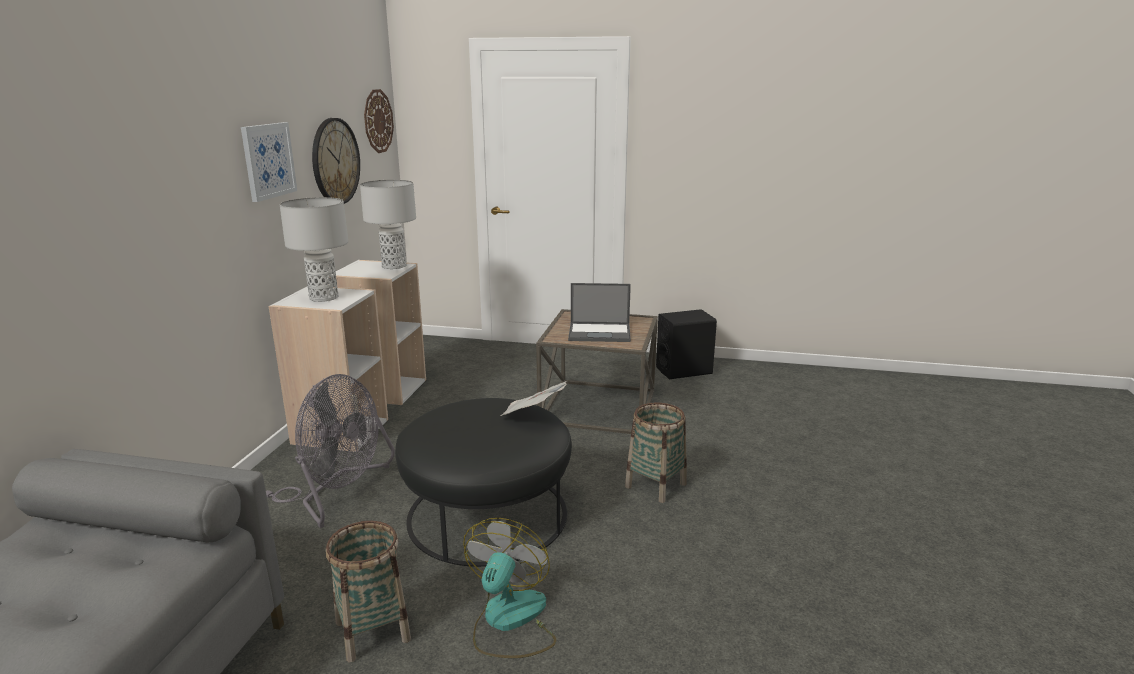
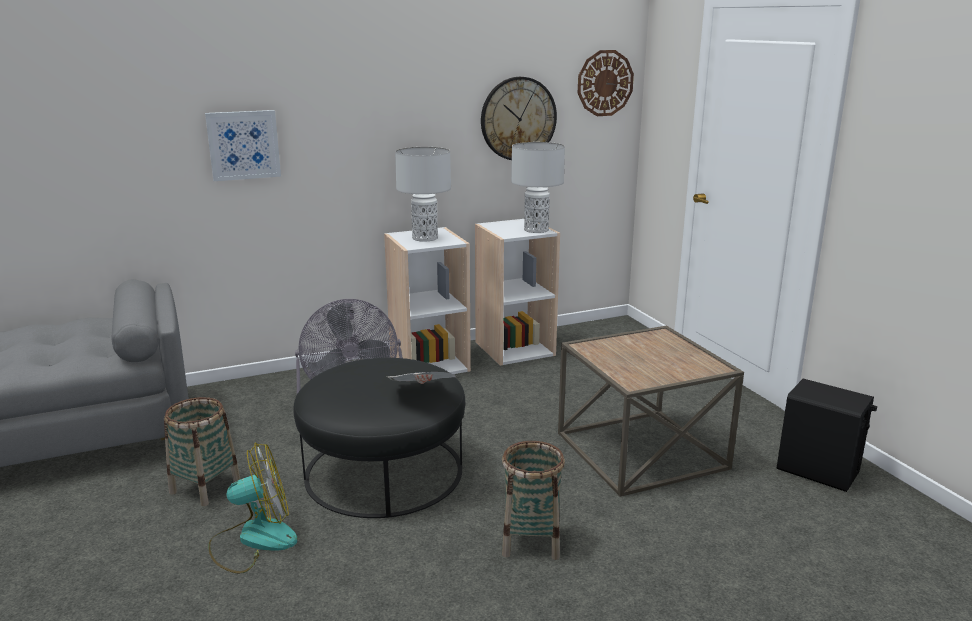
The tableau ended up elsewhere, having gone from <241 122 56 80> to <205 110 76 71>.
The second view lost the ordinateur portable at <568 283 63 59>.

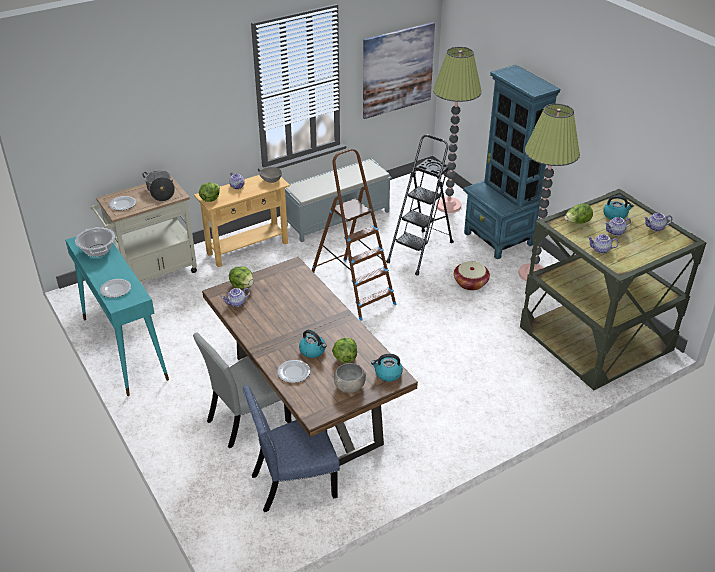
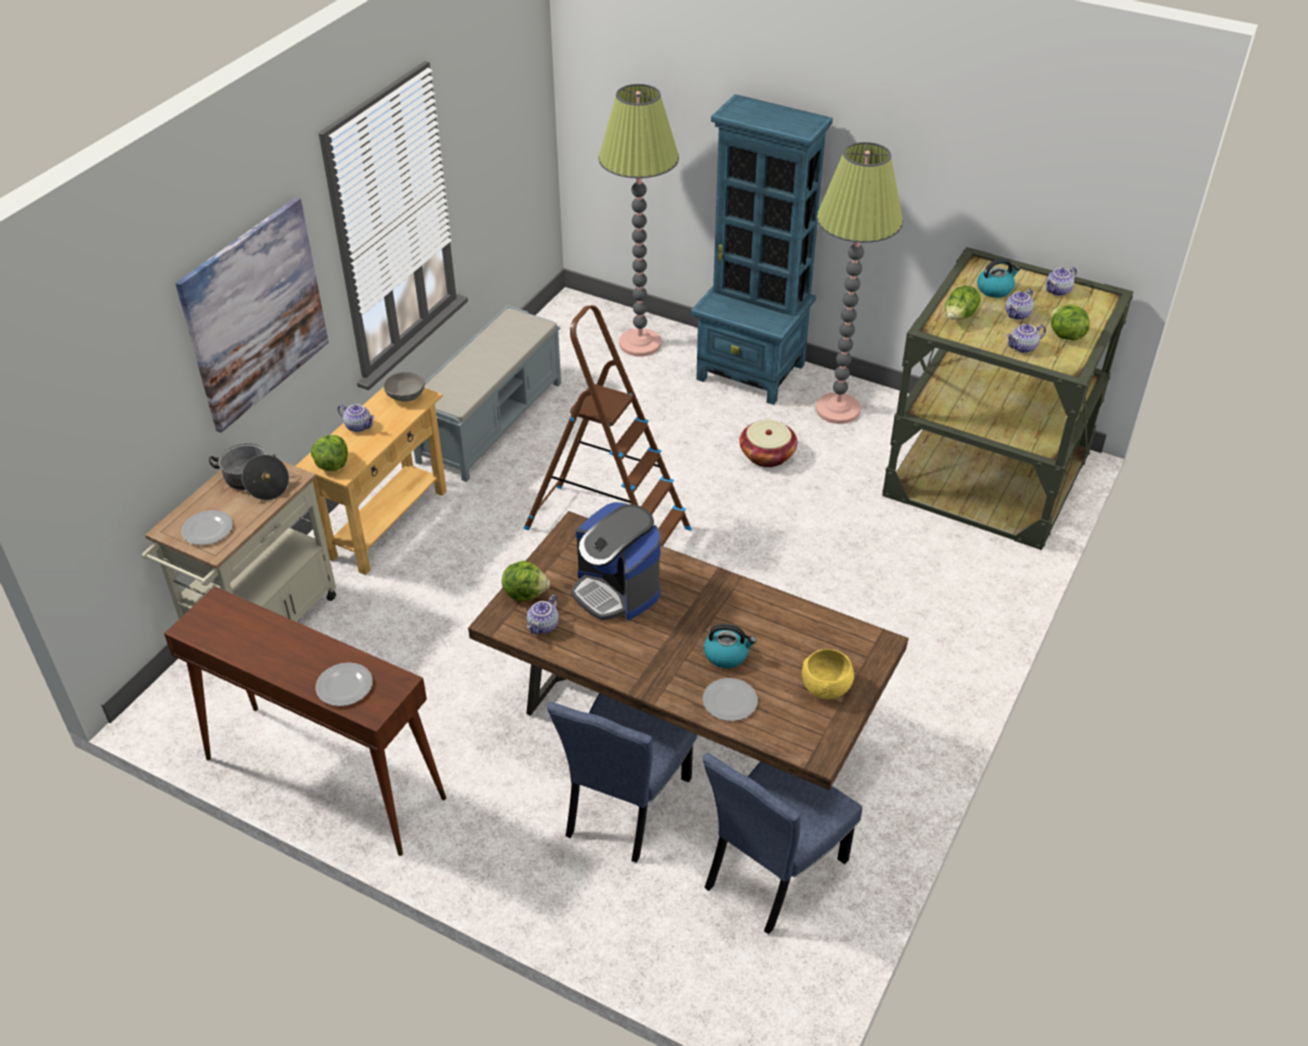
What was the table console [turquoise] at <65 236 104 160> turned into the table console [marron] at <164 586 282 270>.
The second view lost the marmite at <75 227 40 30>.
What was the chaise [gris] at <193 332 99 116> turned into the chaise [bleu] at <547 693 151 170>.
The laitue ended up elsewhere, having gone from <332 337 25 26> to <1051 305 39 36>.
What was the bol [gris] at <334 363 32 30> turned into the bol [jaune] at <802 649 52 50>.
The tableau ended up elsewhere, having gone from <363 22 72 97> to <175 197 154 236>.
The second view lost the bouilloire at <371 354 32 28>.
The second view lost the escabeau at <386 134 68 141>.
The second view gained the machine à café at <571 502 90 119>.

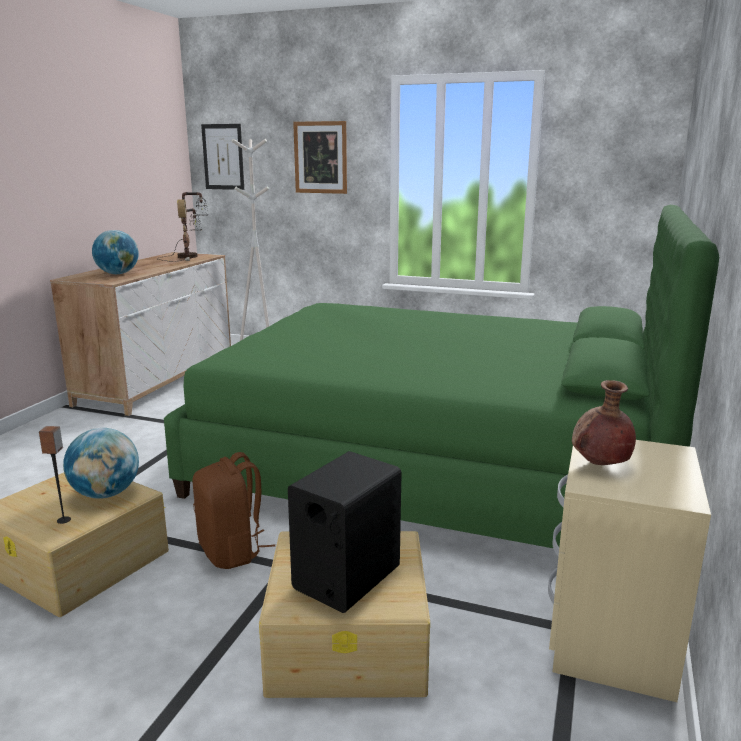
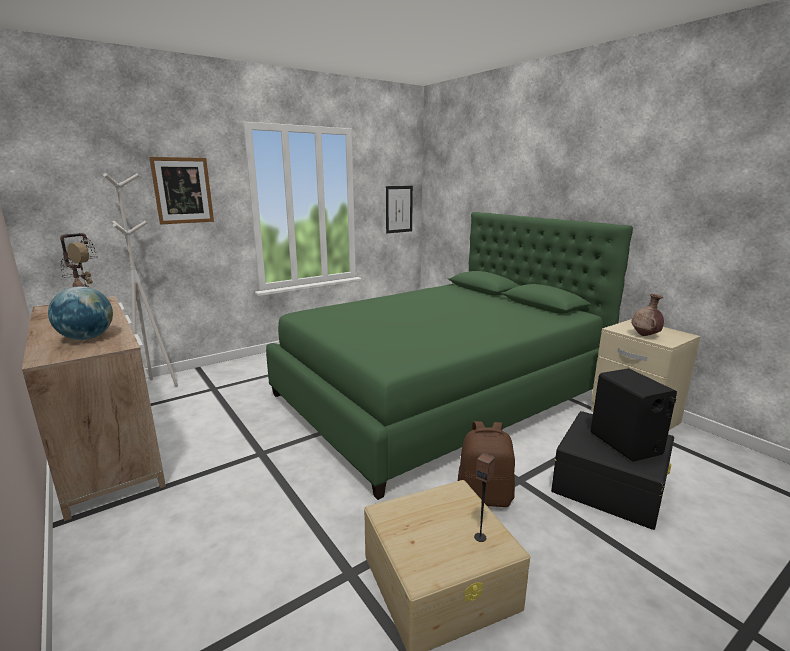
The second view lost the globe at <63 428 76 71>.
The tableau ended up elsewhere, having gone from <201 124 43 66> to <386 186 27 47>.
What was the boîte de rangement [beige] at <259 531 171 167> turned into the boîte de rangement [noir] at <551 411 123 119>.

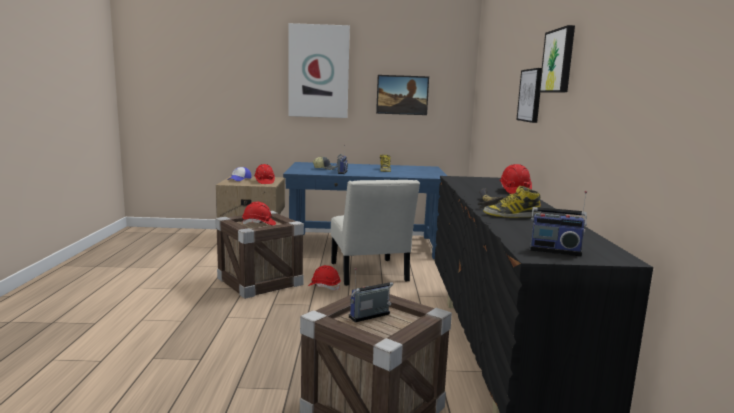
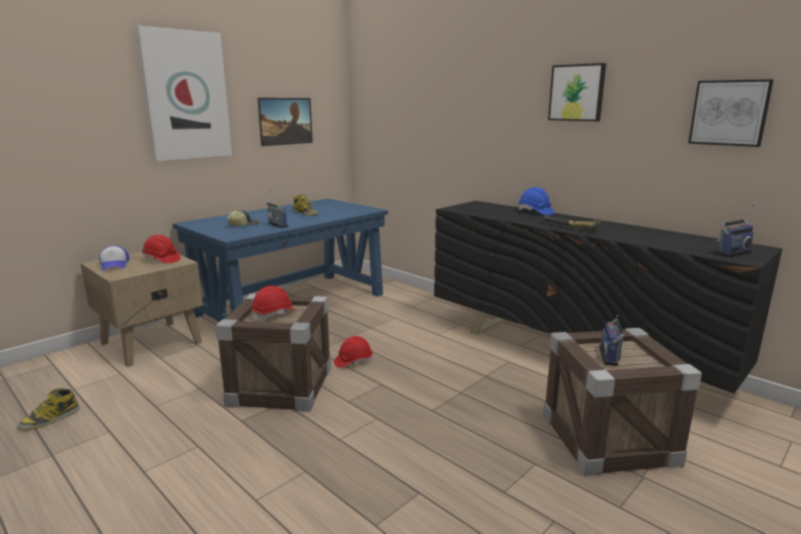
The second view lost the chaise [blanc] at <331 180 89 106>.
The botte ended up elsewhere, having gone from <483 186 58 32> to <17 388 63 42>.
What was the casque de chantier [rouge] at <500 164 32 30> turned into the casque de chantier [bleu] at <518 187 36 28>.
The tableau ended up elsewhere, having gone from <516 68 26 55> to <688 79 86 68>.

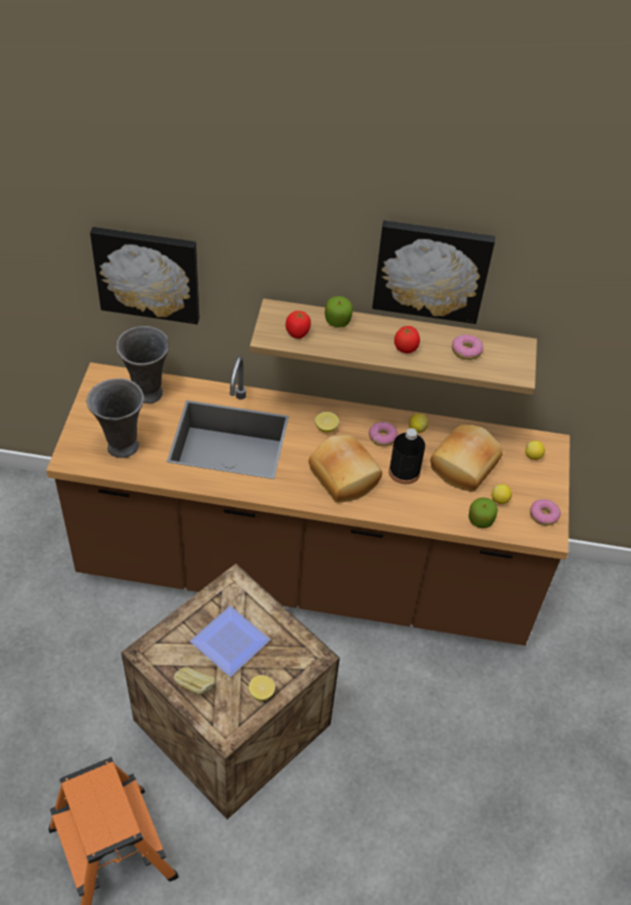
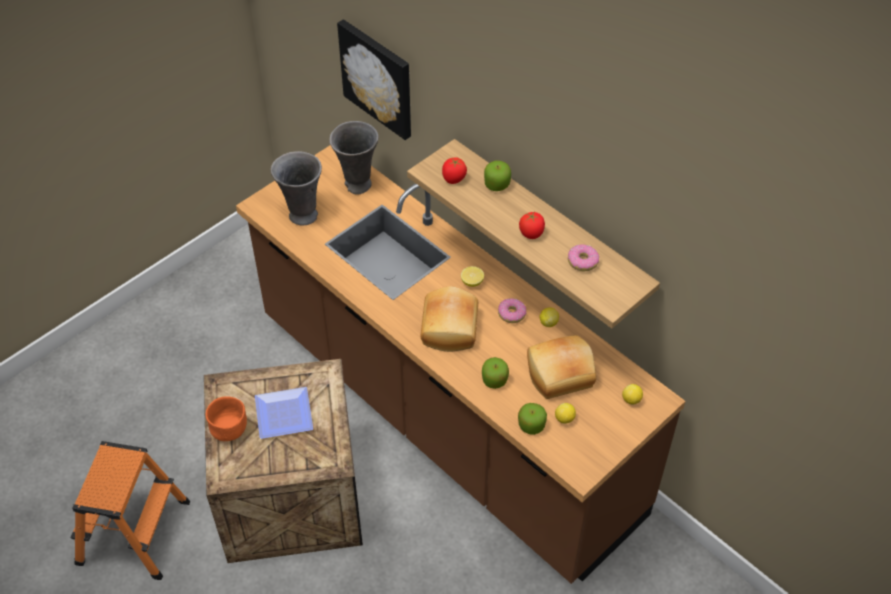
Where the pain stood at <173 667 43 28>, the bol [orange] came to stand at <206 396 41 45>.
The second view lost the citron at <249 675 26 26>.
The second view lost the tableau at <372 221 123 103>.
The second view lost the bouteille [noir] at <389 428 36 56>.
The second view lost the beignet at <530 499 31 27>.
The second view gained the pomme at <482 357 27 32>.

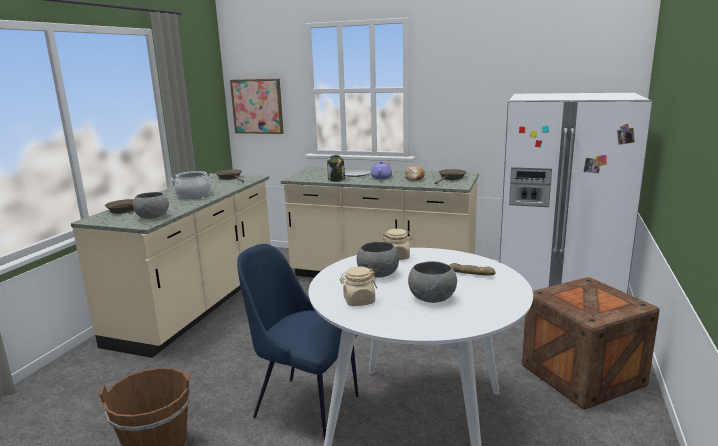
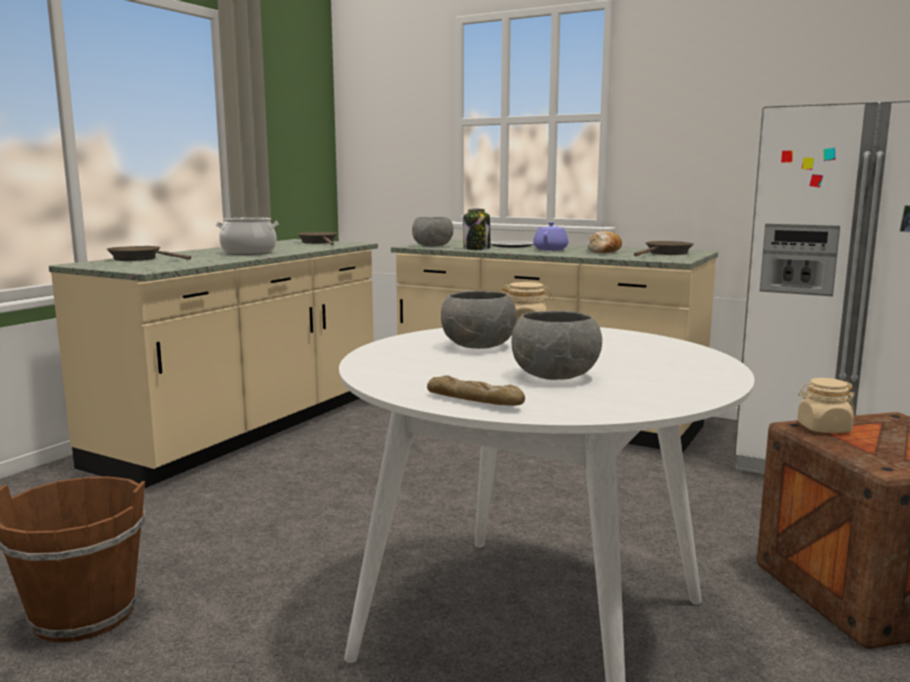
The bol [gris] ended up elsewhere, having gone from <133 192 36 27> to <412 217 42 30>.
The second view lost the tableau at <230 79 54 55>.
The second view lost the chaise [bleu] at <237 244 121 196>.
The bocal [beige] ended up elsewhere, having gone from <340 266 37 40> to <797 378 58 55>.
The pain ended up elsewhere, having gone from <449 263 46 13> to <427 375 98 31>.

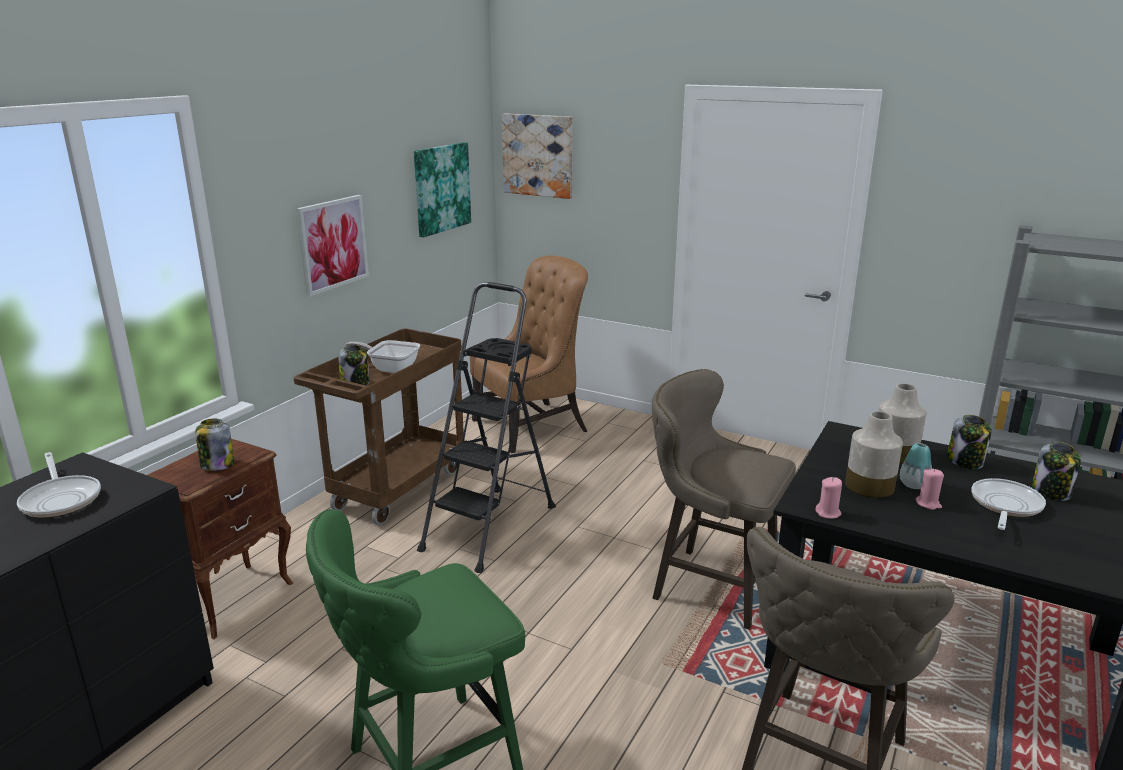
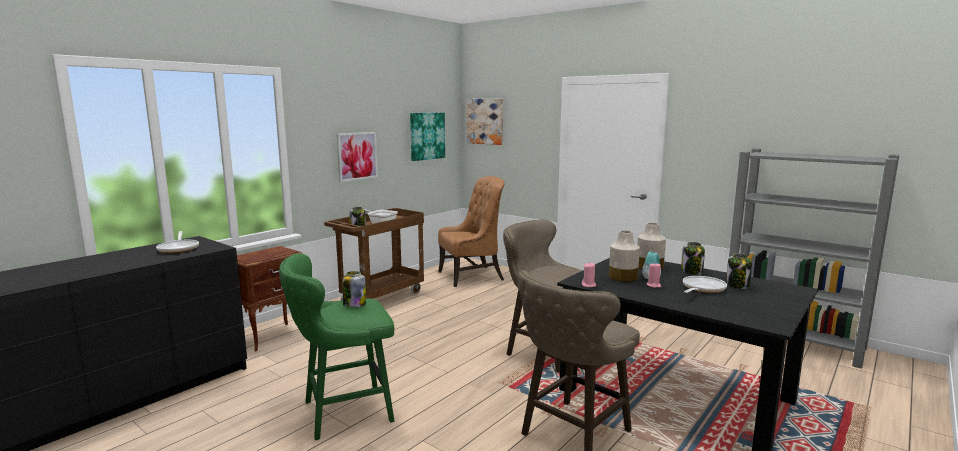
The bocal ended up elsewhere, having gone from <195 419 39 52> to <342 271 24 36>.
The second view lost the escabeau at <417 282 139 291>.

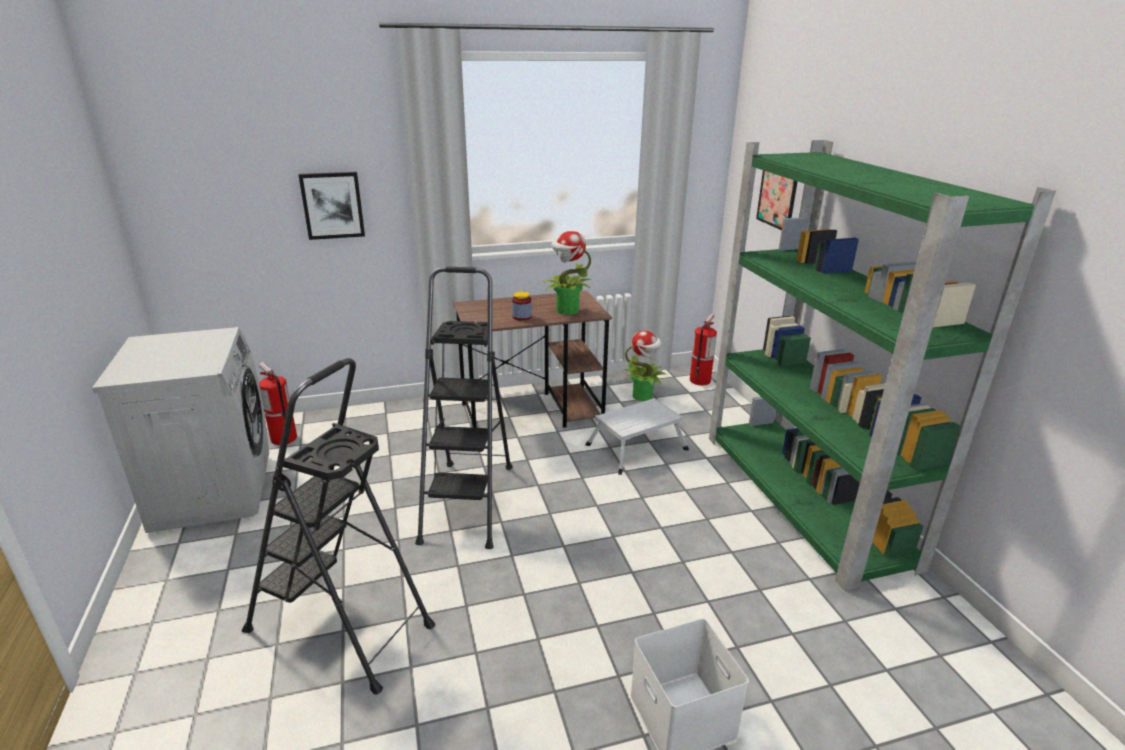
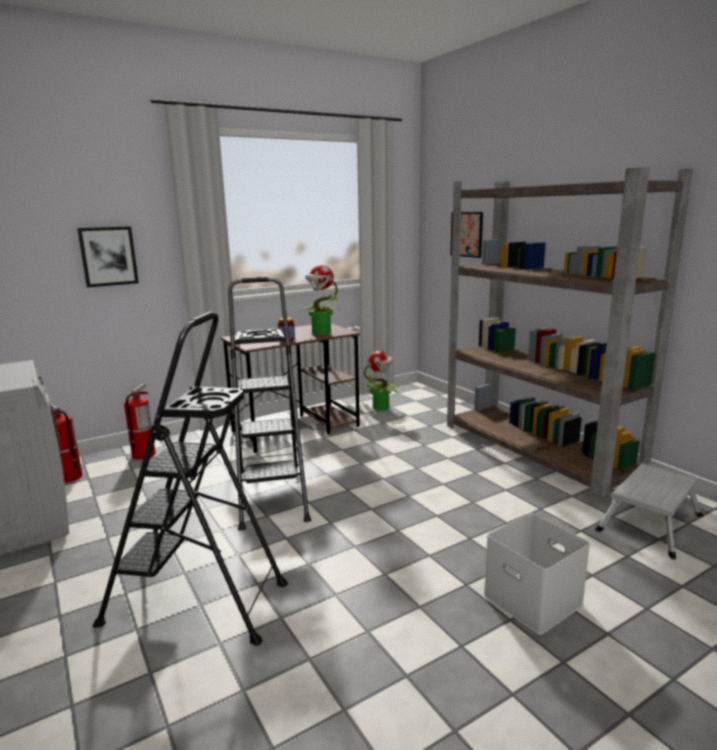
The escabeau [blanc] ended up elsewhere, having gone from <585 398 104 77> to <595 463 108 96>.
The extincteur ended up elsewhere, having gone from <690 314 27 72> to <124 383 31 77>.
What was the bibliothèque [vert] at <709 140 347 451> turned into the bibliothèque [marron] at <447 167 246 332>.

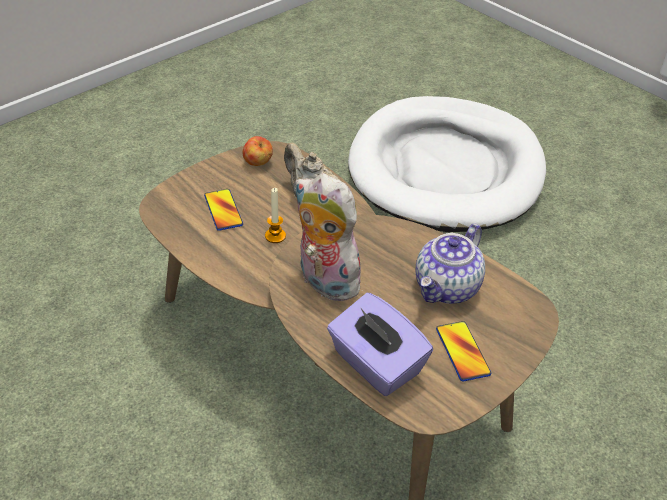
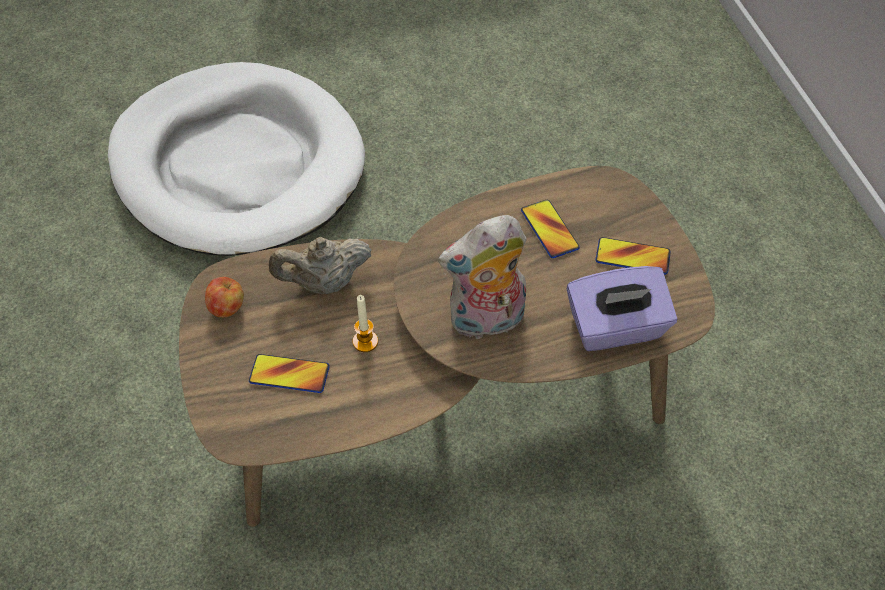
Where the théière stood at <416 223 69 81>, the téléphone came to stand at <521 200 59 58>.

